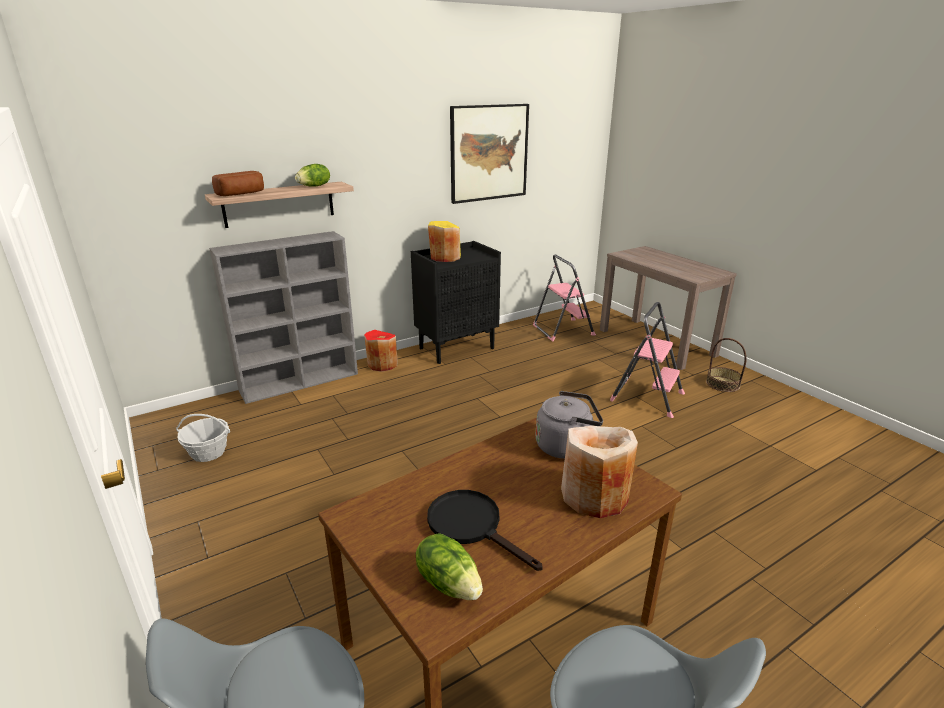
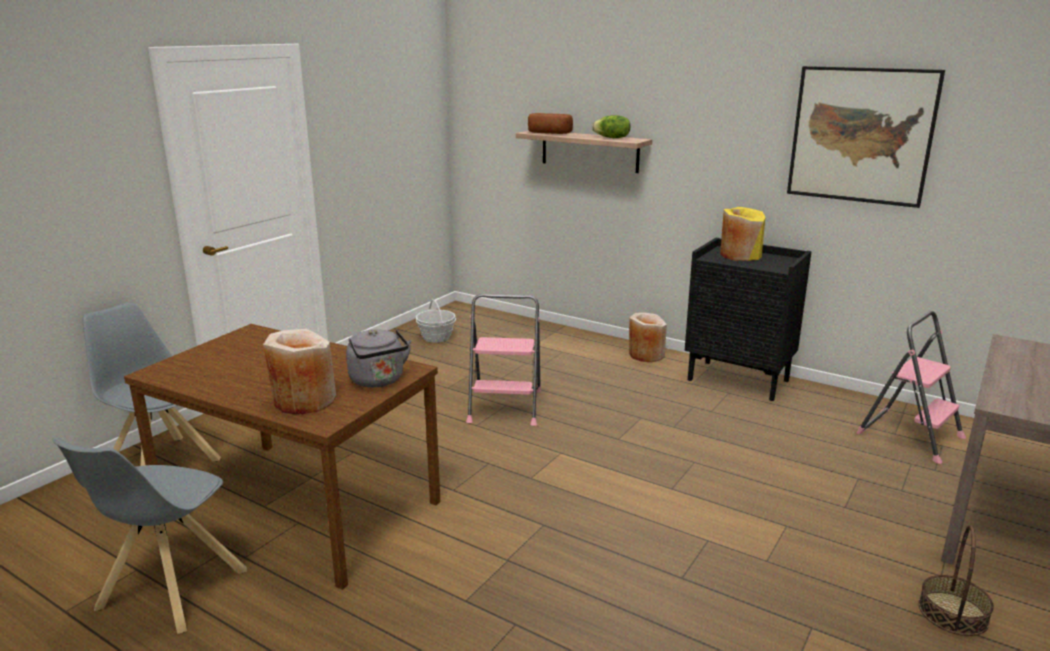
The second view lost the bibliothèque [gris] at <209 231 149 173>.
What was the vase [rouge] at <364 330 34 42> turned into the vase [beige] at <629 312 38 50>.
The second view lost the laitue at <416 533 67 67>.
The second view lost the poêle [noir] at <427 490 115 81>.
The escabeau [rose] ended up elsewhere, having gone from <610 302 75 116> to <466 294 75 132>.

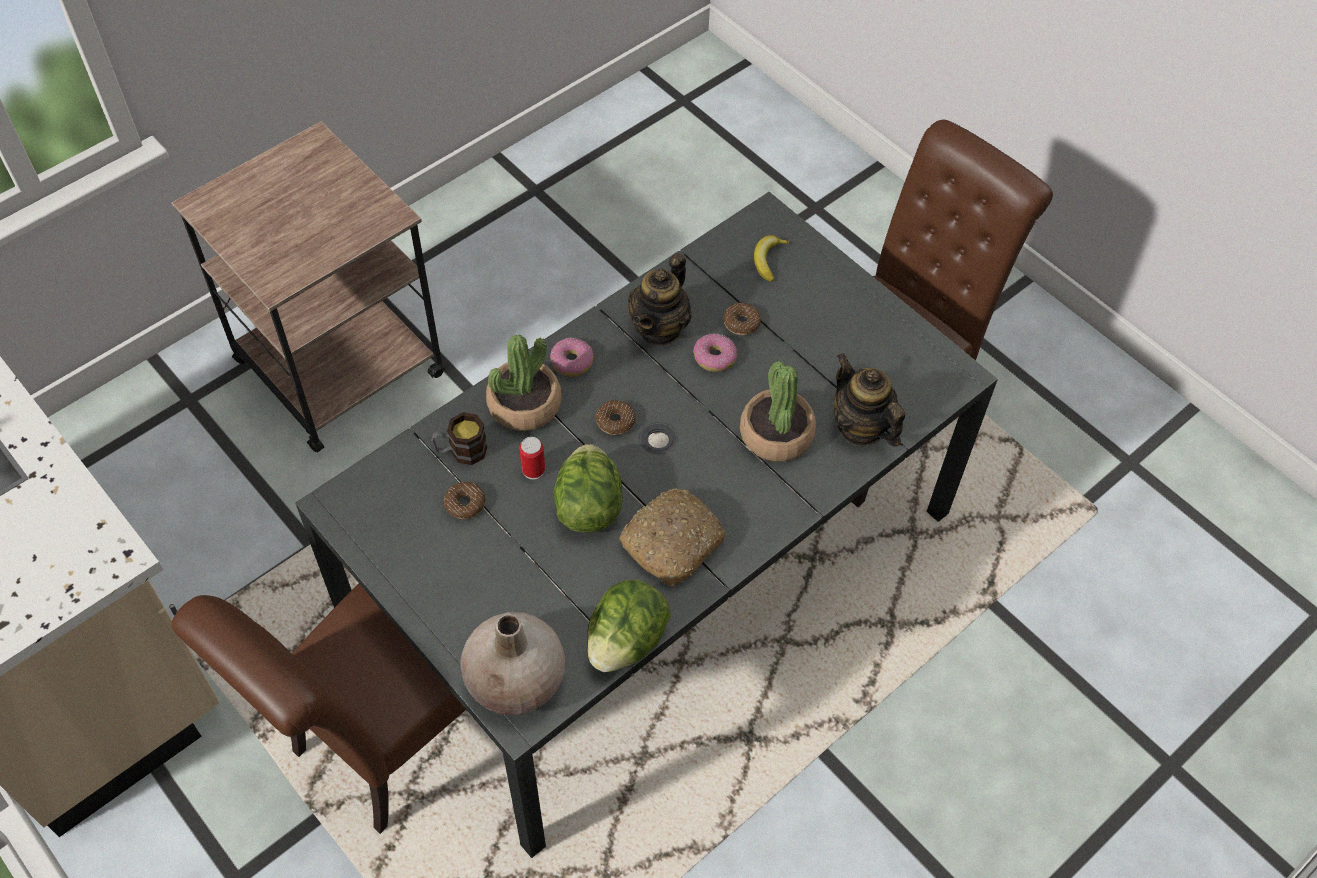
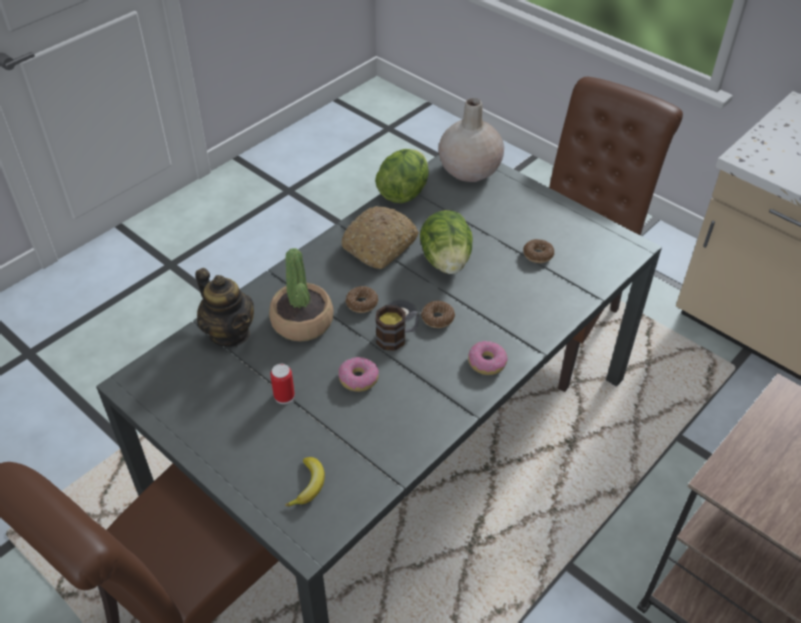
The mug ended up elsewhere, having gone from <431 412 56 53> to <375 305 44 46>.
The second view lost the plante en pot at <486 335 75 96>.
The boîte métallique ended up elsewhere, having gone from <519 437 26 43> to <270 364 25 40>.
The second view lost the théière at <628 253 64 93>.
The beignet ended up elsewhere, having gone from <723 303 38 32> to <345 286 33 27>.

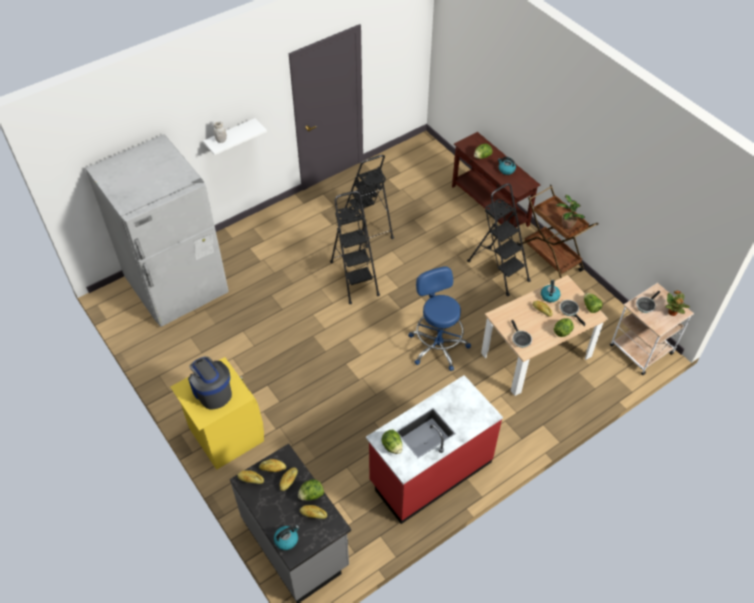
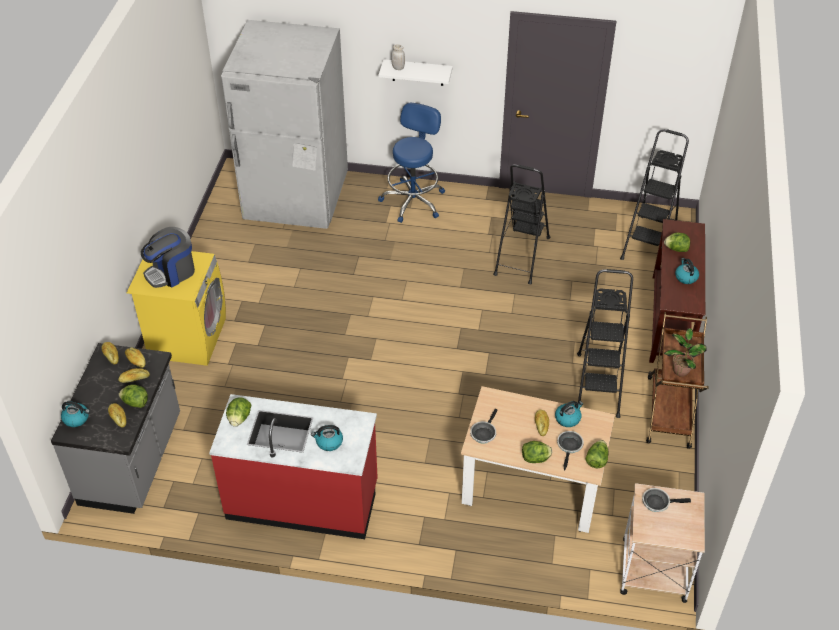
The machine à café at <188 356 44 53> ended up facing another way, 135 degrees counterclockwise from before.
The escabeau ended up elsewhere, having gone from <330 191 50 113> to <620 129 69 131>.
The tabouret [bleu] ended up elsewhere, having gone from <408 266 63 105> to <378 103 67 120>.
The second view lost the plante en pot at <665 291 25 25>.
The second view gained the bouilloire at <311 425 32 26>.

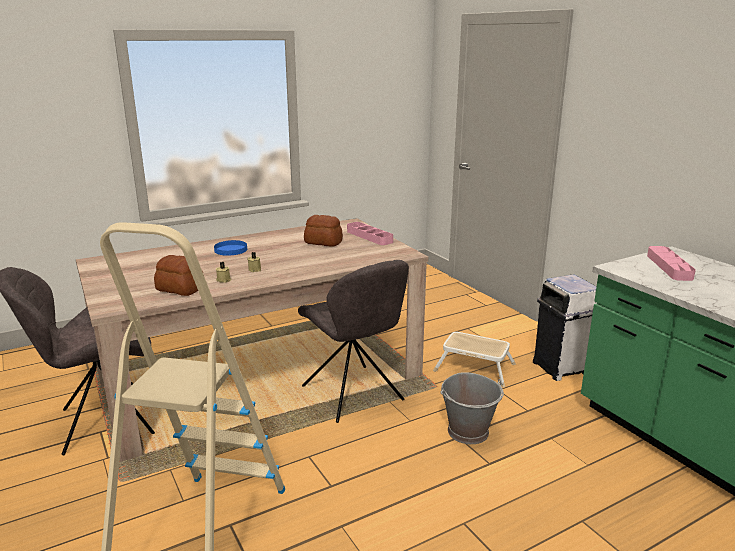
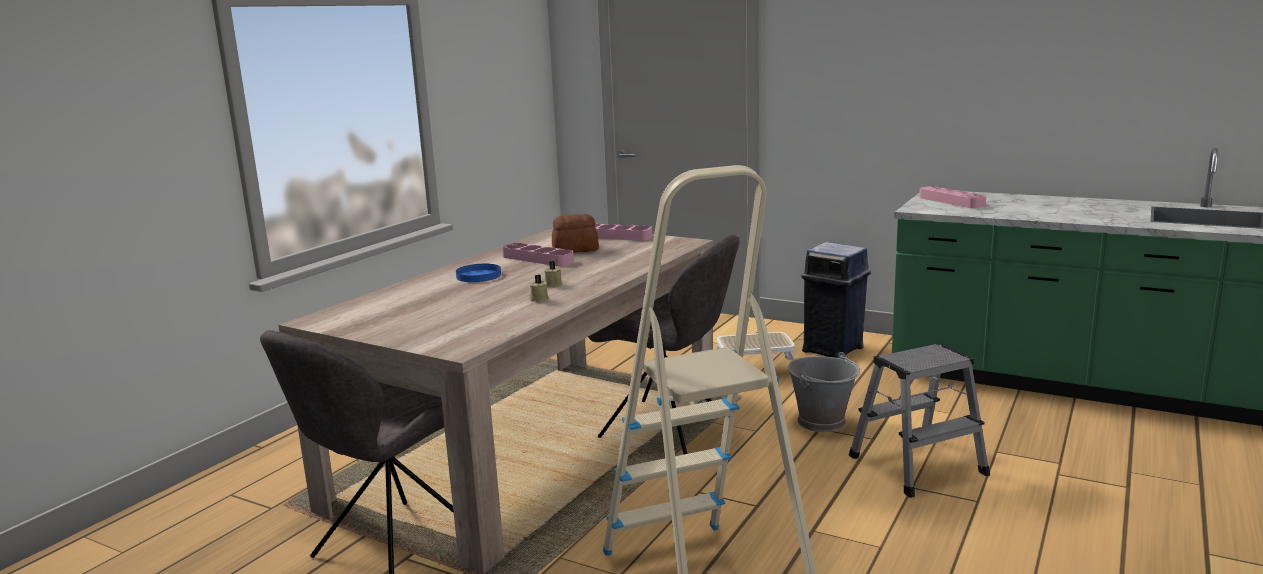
The second view lost the pain at <154 255 49 41>.
What was the poubelle [blanc] at <533 275 64 106> turned into the poubelle [bleu] at <801 242 70 116>.
The second view gained the plateau [rose] at <502 243 72 23>.
The second view gained the escabeau [gris] at <849 343 141 155>.

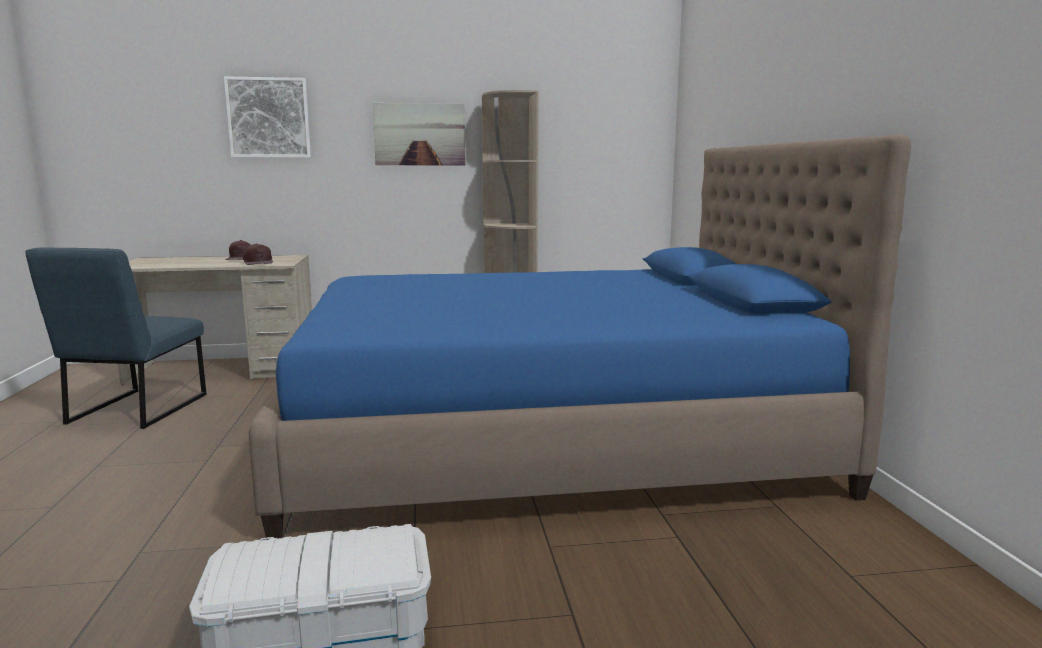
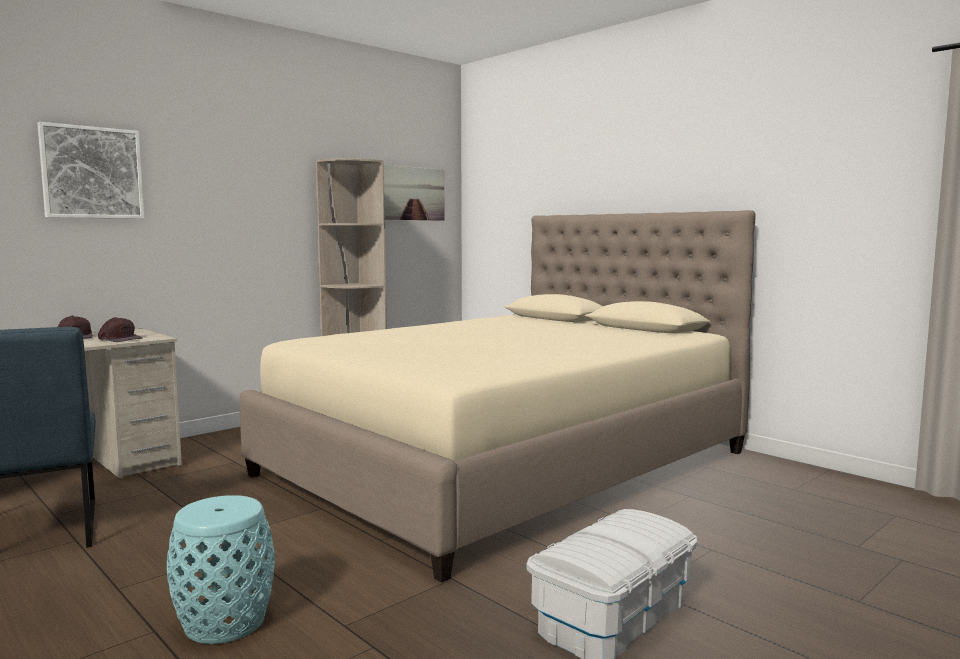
What was the lit [bleu] at <249 134 662 406> turned into the lit [beige] at <240 210 516 373>.
The tableau ended up elsewhere, having gone from <373 103 92 62> to <384 165 61 56>.
The second view gained the tabouret [turquoise] at <167 495 108 149>.

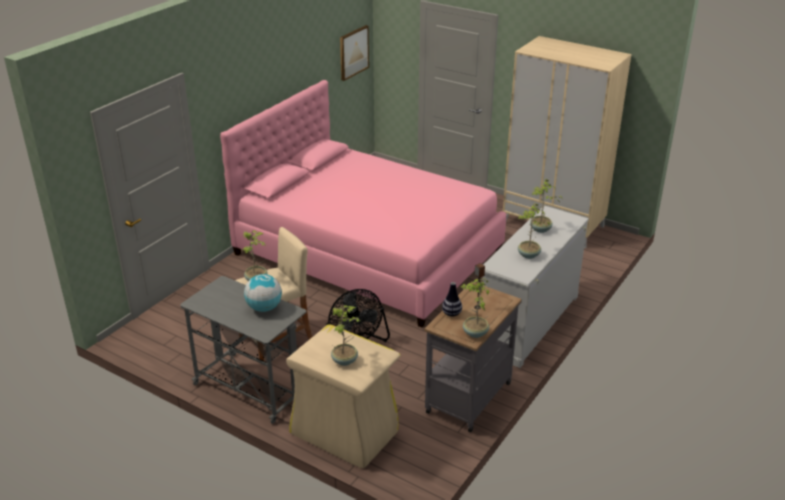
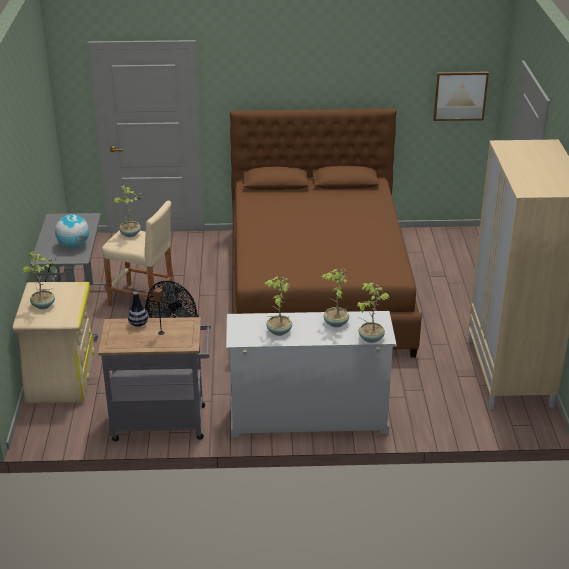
What was the lit [rose] at <220 80 286 247> turned into the lit [marron] at <230 108 192 249>.
The plante en pot ended up elsewhere, having gone from <460 278 29 60> to <357 283 33 60>.

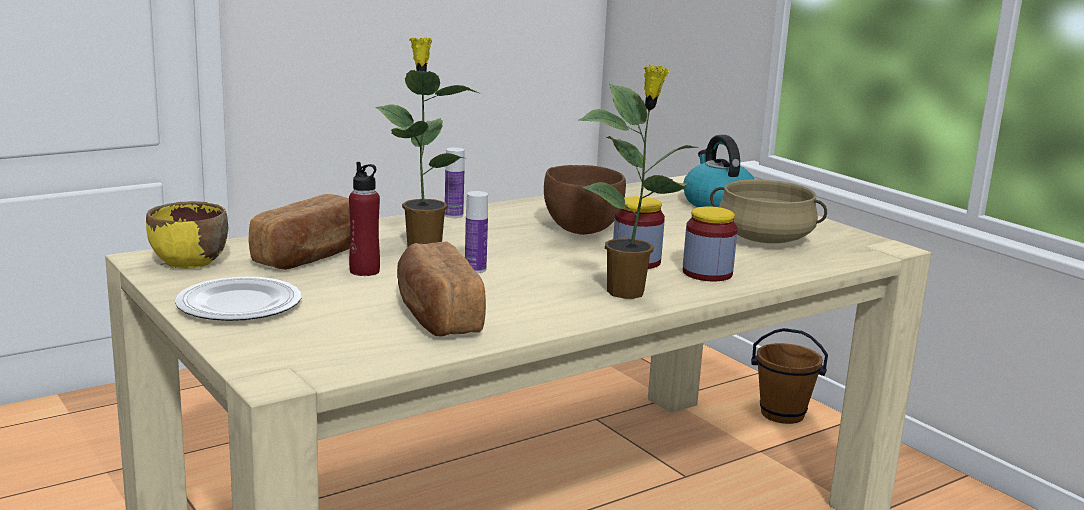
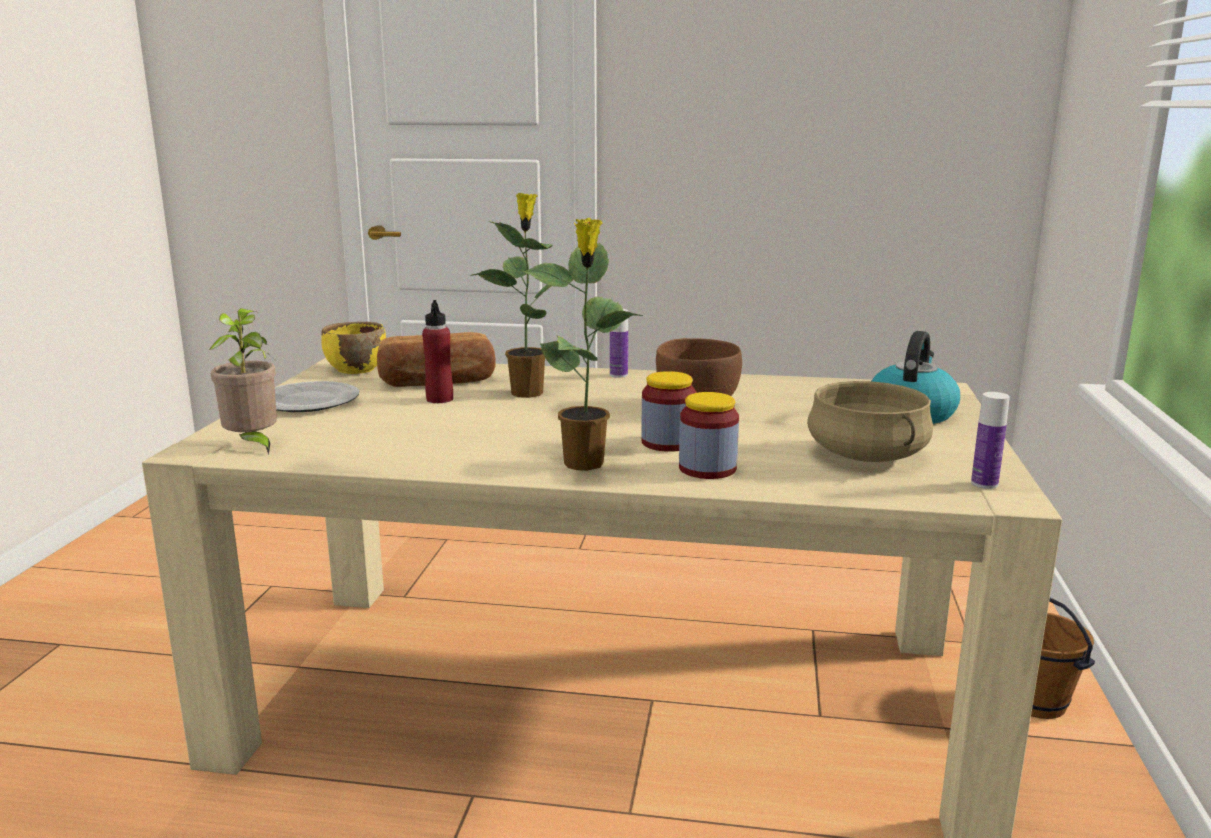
The second view lost the pain at <397 242 89 95>.
The bouteille ended up elsewhere, having gone from <465 191 23 82> to <971 392 39 97>.
The second view gained the plante en pot at <209 308 68 147>.

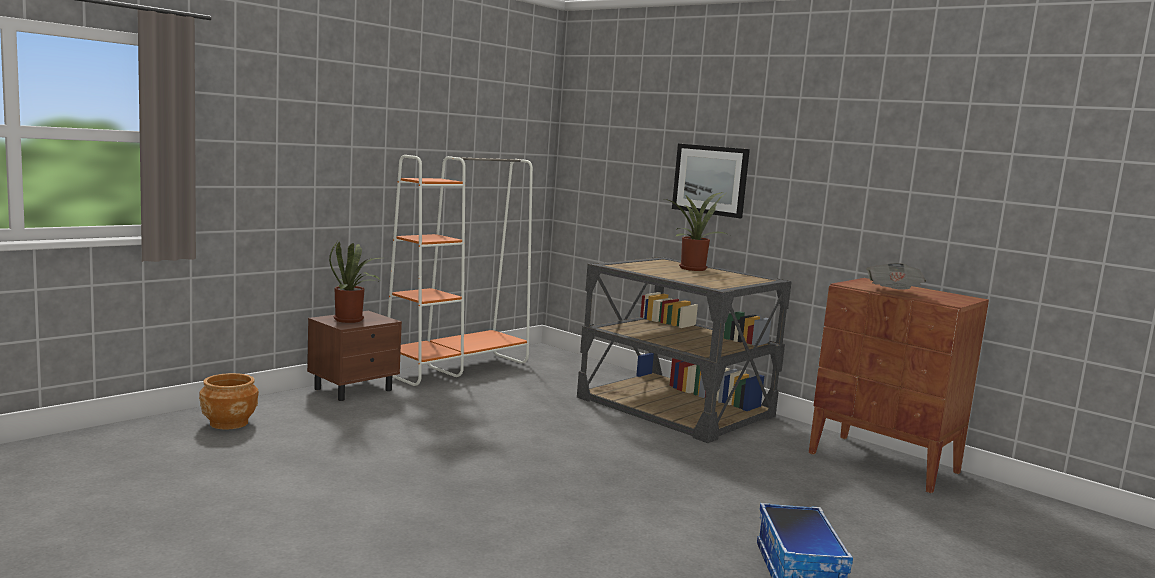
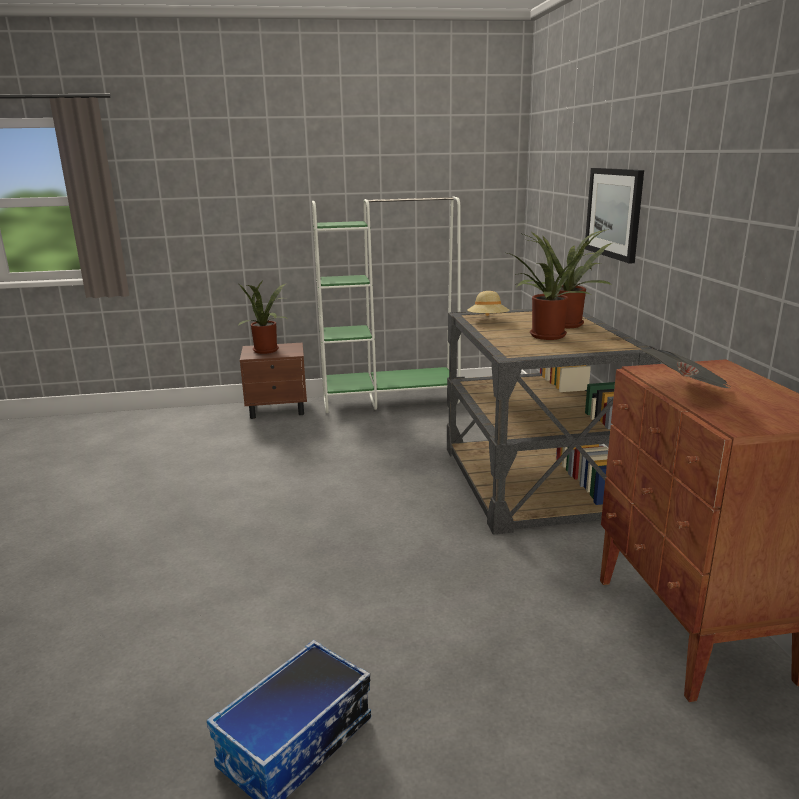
The second view lost the cache-pot [marron] at <199 373 60 57>.
What was the portant [orange] at <387 155 146 231> turned into the portant [vert] at <312 196 149 217>.
The second view gained the chapeau [beige] at <467 291 42 25>.
The second view gained the plante en pot at <508 231 87 109>.

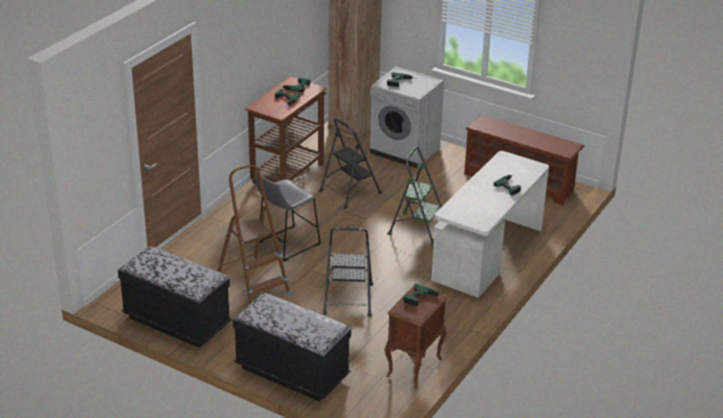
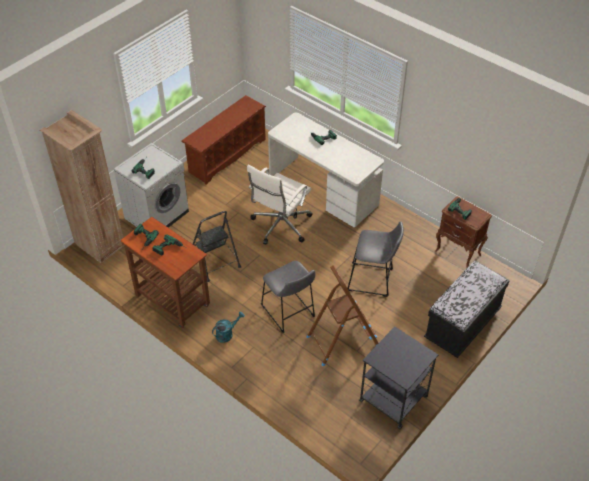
Where the banc [noir] stood at <118 246 113 102>, the chariot [noir] came to stand at <359 326 79 103>.
Where the escabeau [noir] stood at <323 227 50 90>, the tabouret [gris] came to stand at <348 221 56 76>.
Where the escabeau [vert] stood at <387 147 55 99>, the chaise de bureau [blanc] came to stand at <247 164 66 80>.
The second view gained the arrosoir [turquoise] at <212 312 33 31>.

